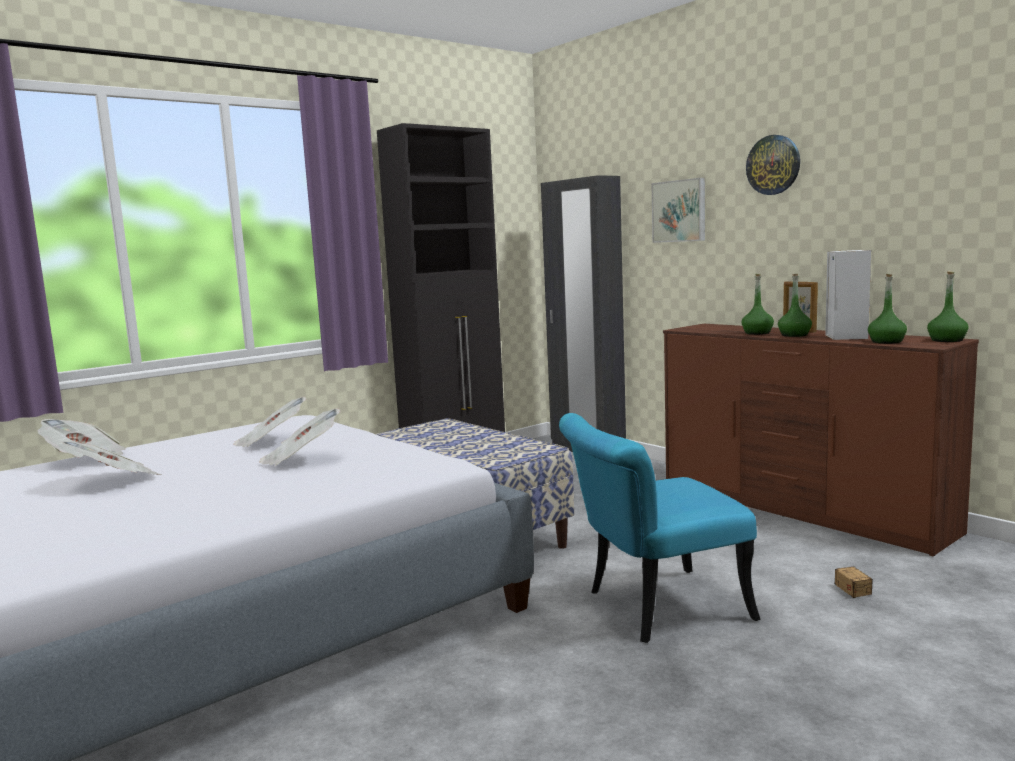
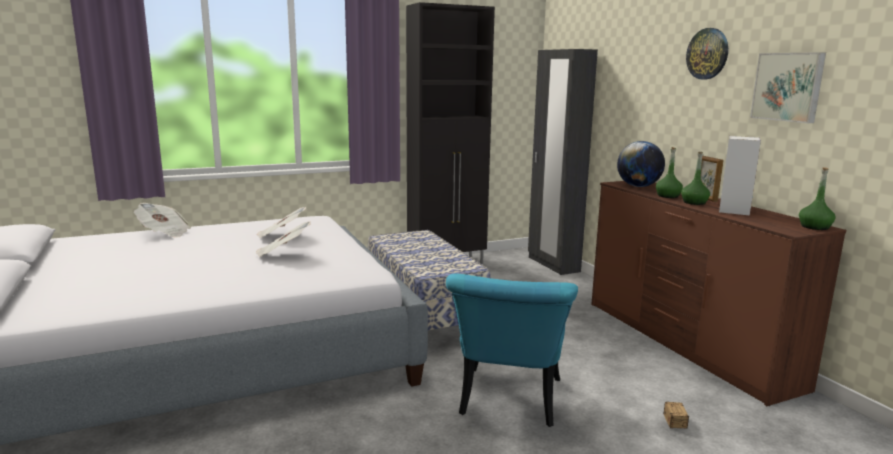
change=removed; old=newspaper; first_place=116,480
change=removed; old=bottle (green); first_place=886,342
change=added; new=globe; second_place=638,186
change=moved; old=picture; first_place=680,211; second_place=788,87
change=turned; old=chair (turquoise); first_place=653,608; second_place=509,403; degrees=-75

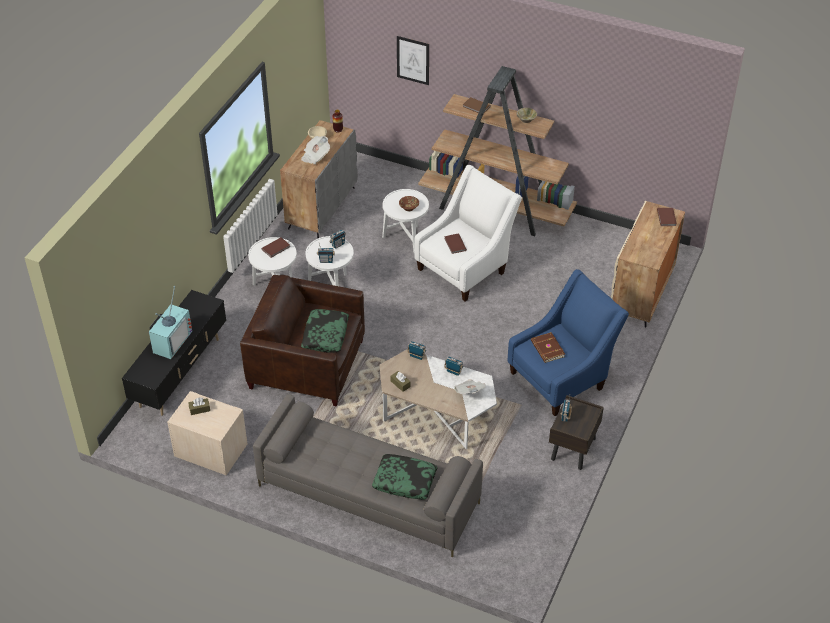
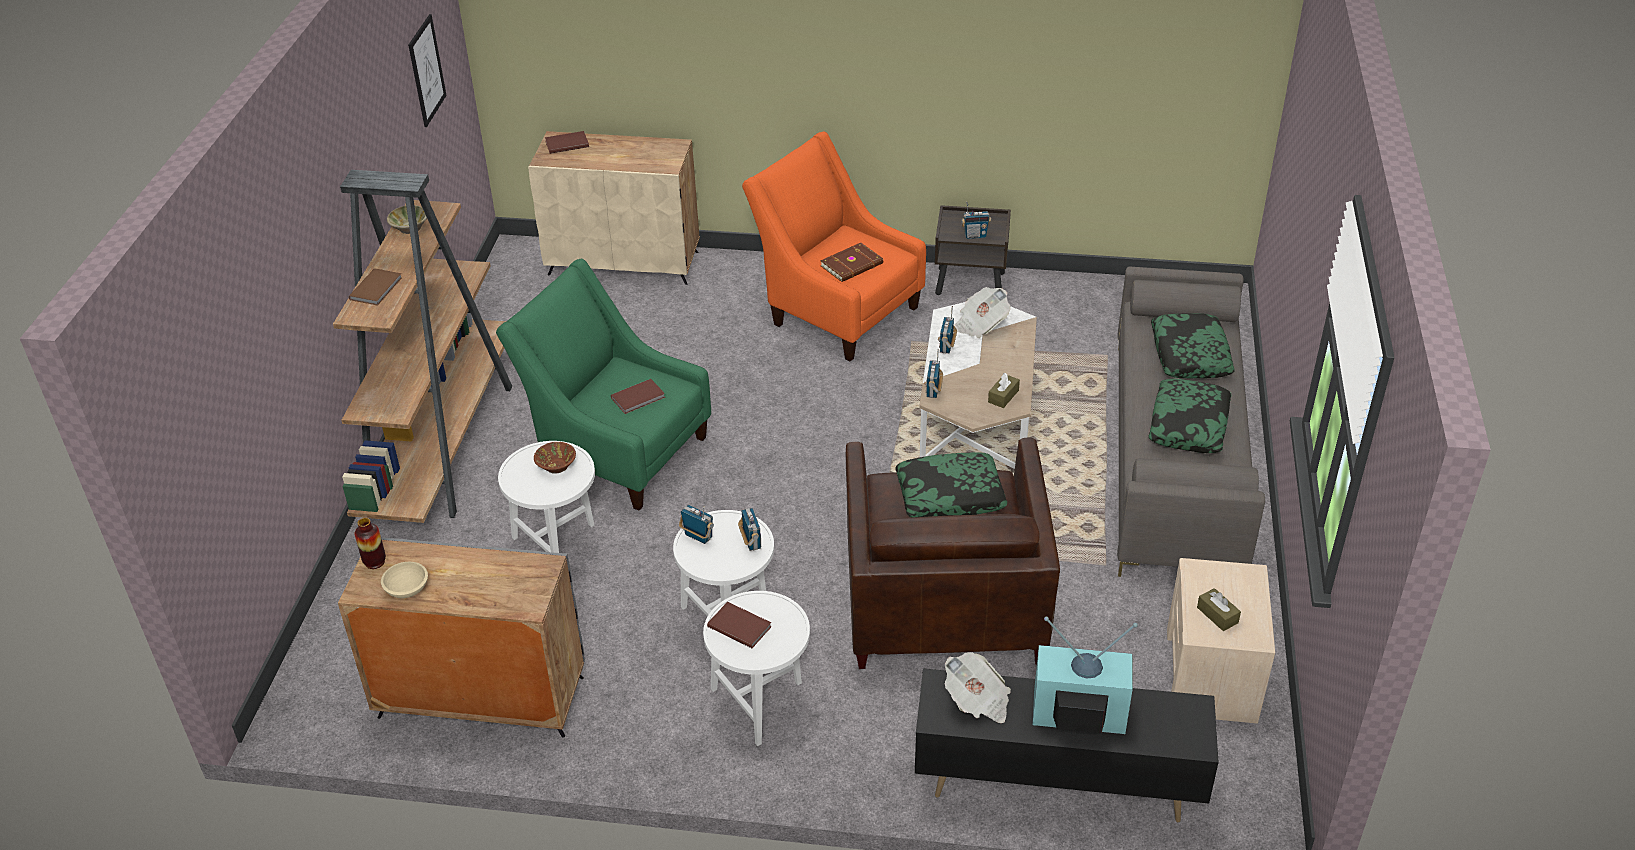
change=added; new=pillow; second_place=1189,425
change=moved; old=newspaper; first_place=315,156; second_place=977,701
change=moved; old=picture; first_place=413,60; second_place=426,70
change=recoloured; old=armchair (white); new=armchair (green); first_place=465,268; second_place=618,452
change=recoloured; old=armchair (blue); new=armchair (orange); first_place=562,377; second_place=837,312

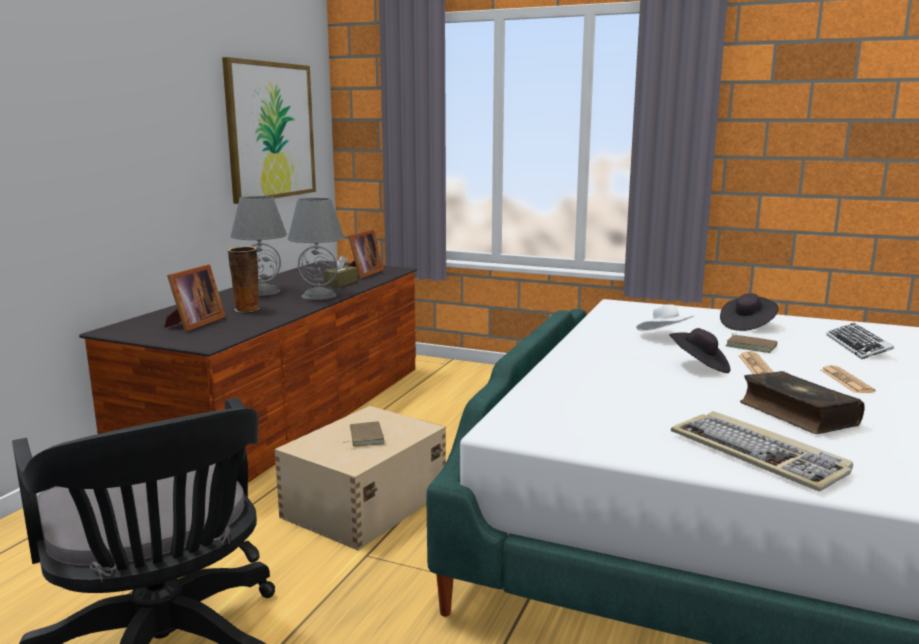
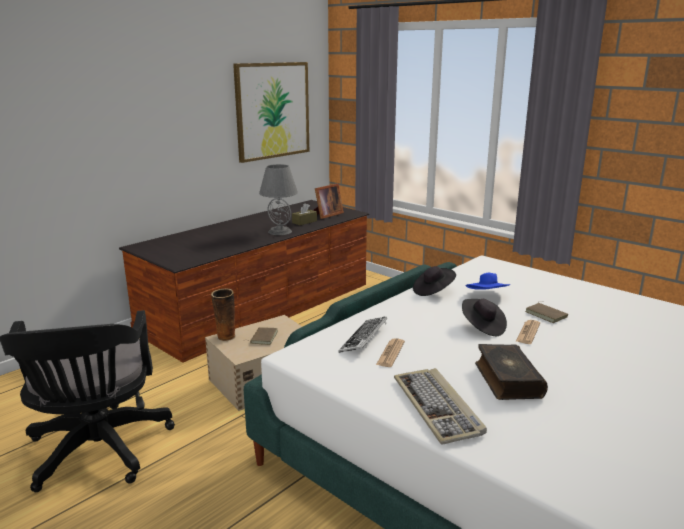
change=removed; old=picture frame; first_place=194,324
change=removed; old=table lamp (grey); first_place=262,292
change=moved; old=vase; first_place=246,309; second_place=225,337
change=moved; old=hat (black); first_place=747,325; second_place=433,291
change=moved; old=newspaper; first_place=846,381; second_place=390,353
change=moved; old=keyboard; first_place=858,346; second_place=364,339
change=recoloured; old=hat (white); new=hat (blue); first_place=664,337; second_place=487,296

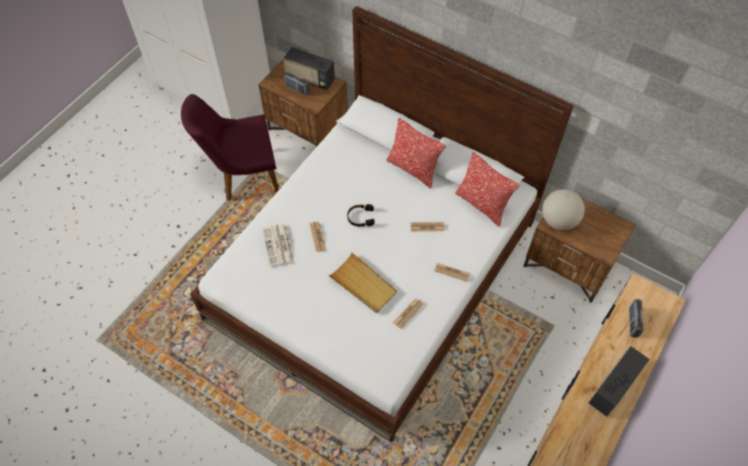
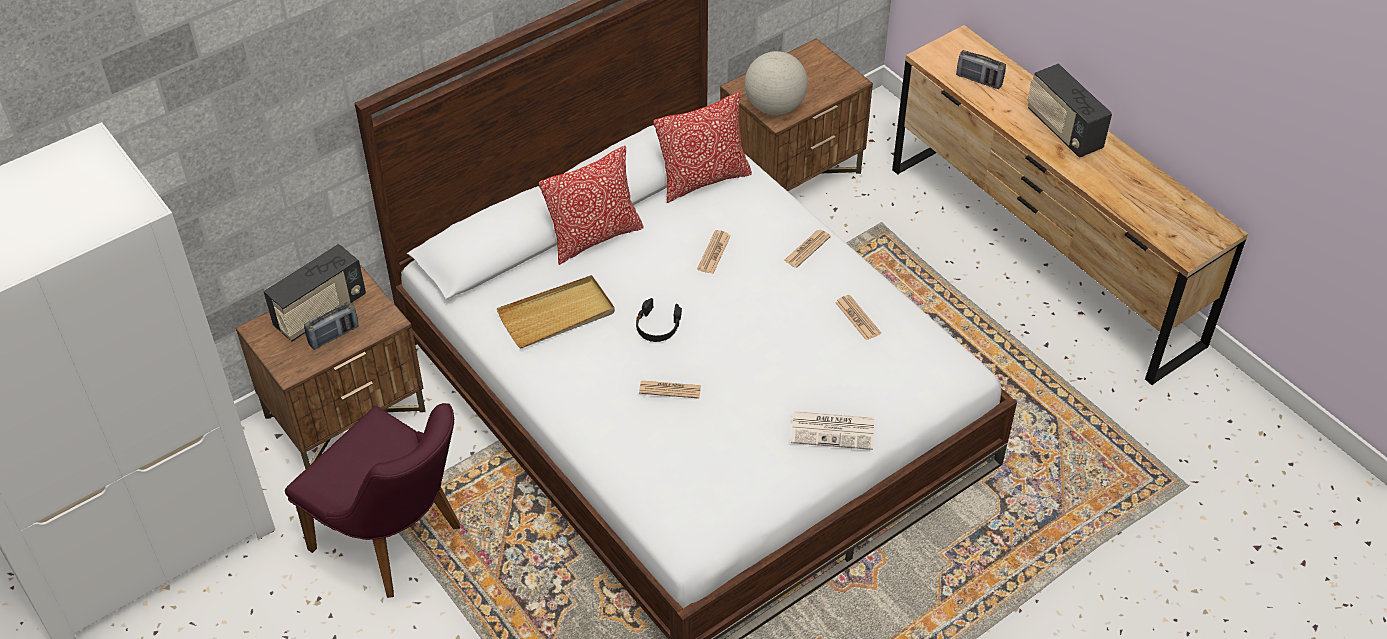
change=moved; old=newspaper; first_place=278,246; second_place=833,430
change=moved; old=tray (beige); first_place=363,285; second_place=557,315
change=turned; old=chair (purple); first_place=242,177; second_place=397,543; degrees=-60

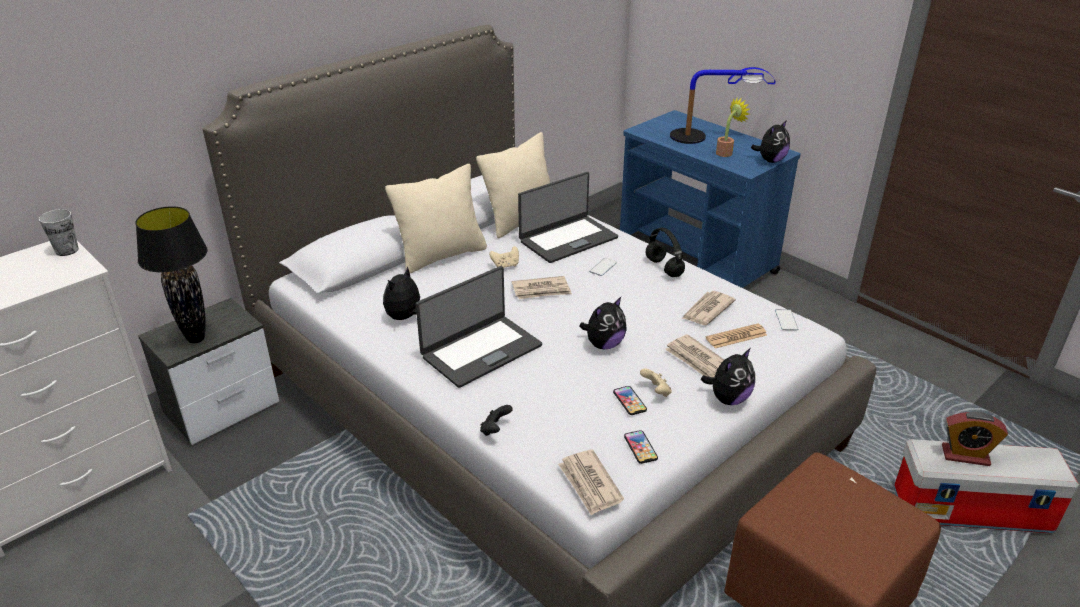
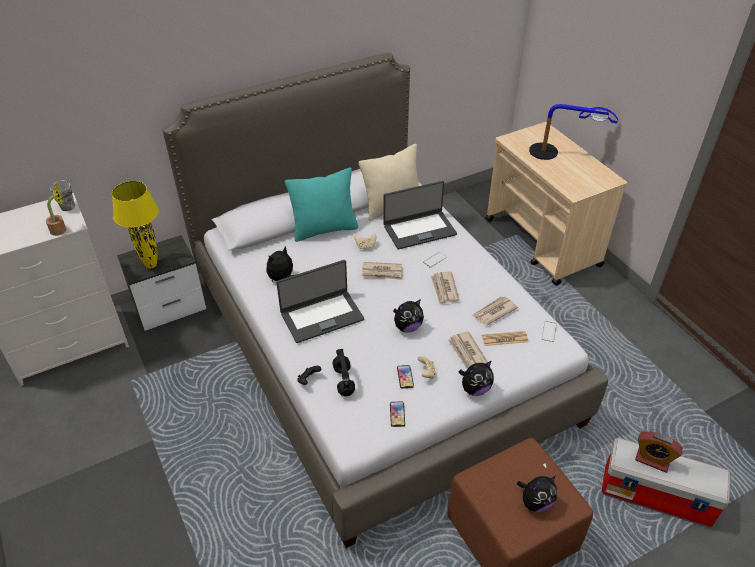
change=moved; old=newspaper; first_place=590,484; second_place=444,289
change=moved; old=headphones (black); first_place=664,268; second_place=344,381
change=moved; old=potted plant; first_place=726,152; second_place=62,229
change=moved; old=plush toy; first_place=770,160; second_place=535,502
change=recoloured; old=table lamp (black); new=table lamp (yellow); first_place=196,339; second_place=151,265
change=recoloured; old=pillow (beige); new=pillow (turquoise); first_place=441,255; second_place=324,229
change=recoloured; old=cart (blue); new=cart (beige); first_place=697,260; second_place=542,243

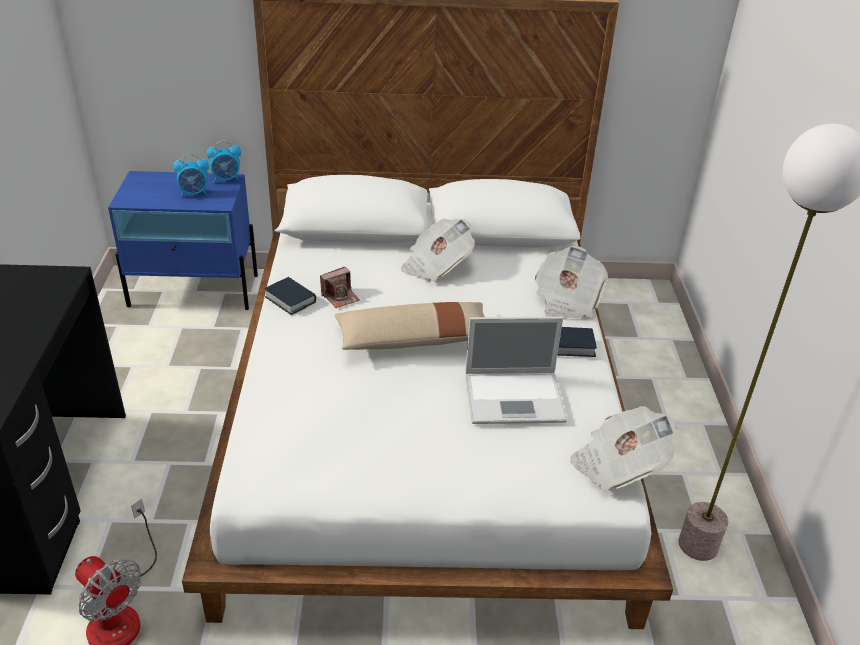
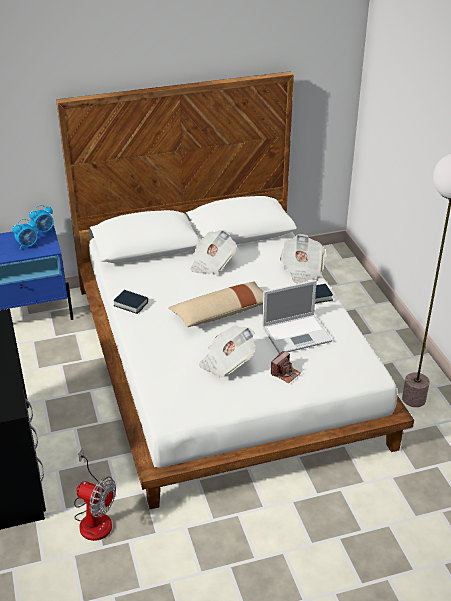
change=moved; old=photo camera; first_place=340,297; second_place=285,373
change=moved; old=newspaper; first_place=618,465; second_place=227,362

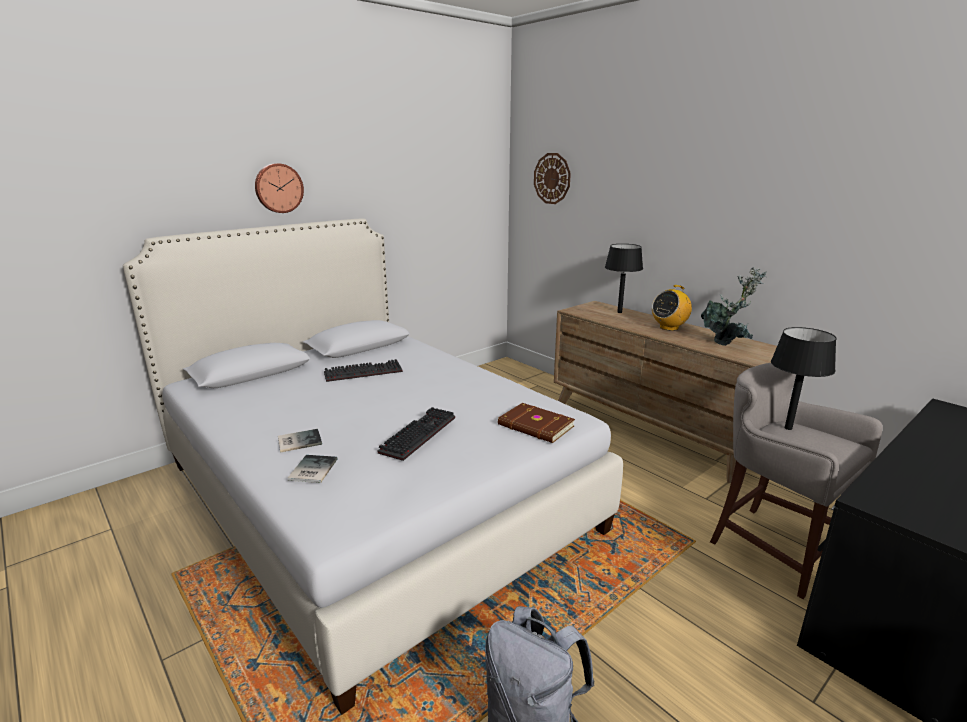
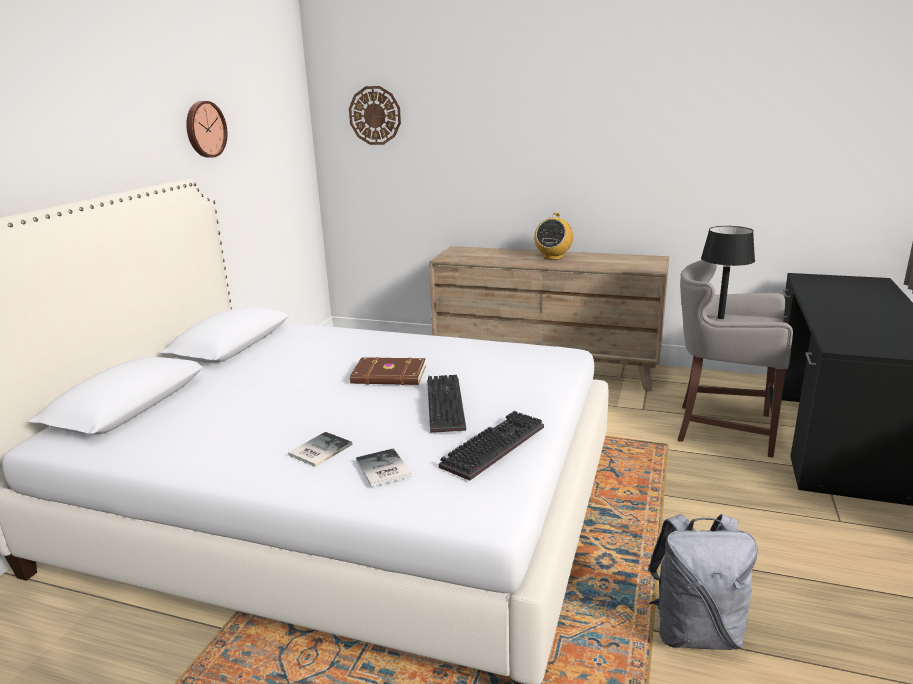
change=removed; old=table lamp (black); first_place=619,312
change=removed; old=potted plant; first_place=726,343
change=moved; old=wall clock; first_place=278,188; second_place=204,129
change=moved; old=keyboard; first_place=364,372; second_place=493,445
change=moved; old=book (brown); first_place=535,426; second_place=389,375

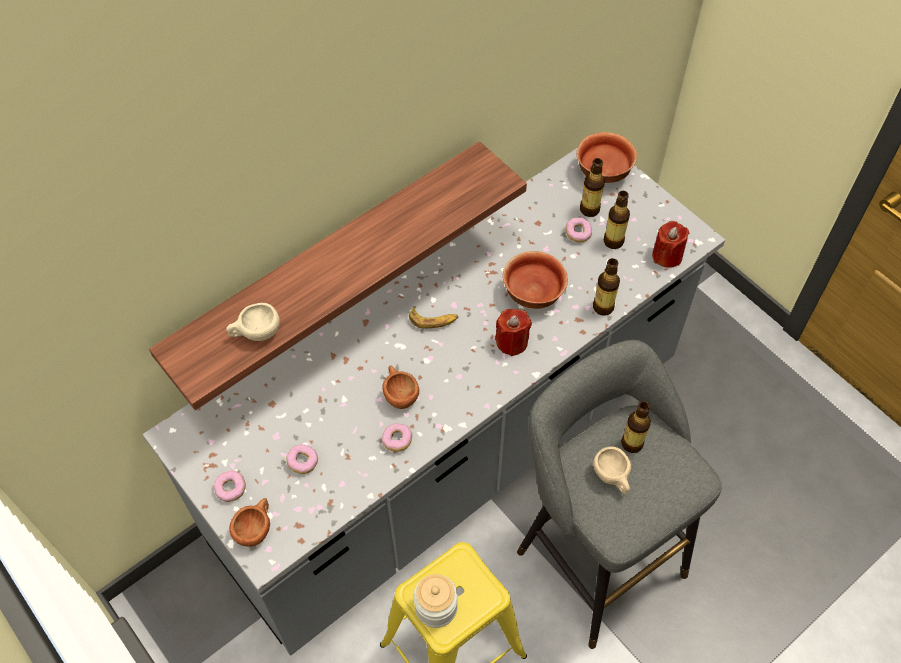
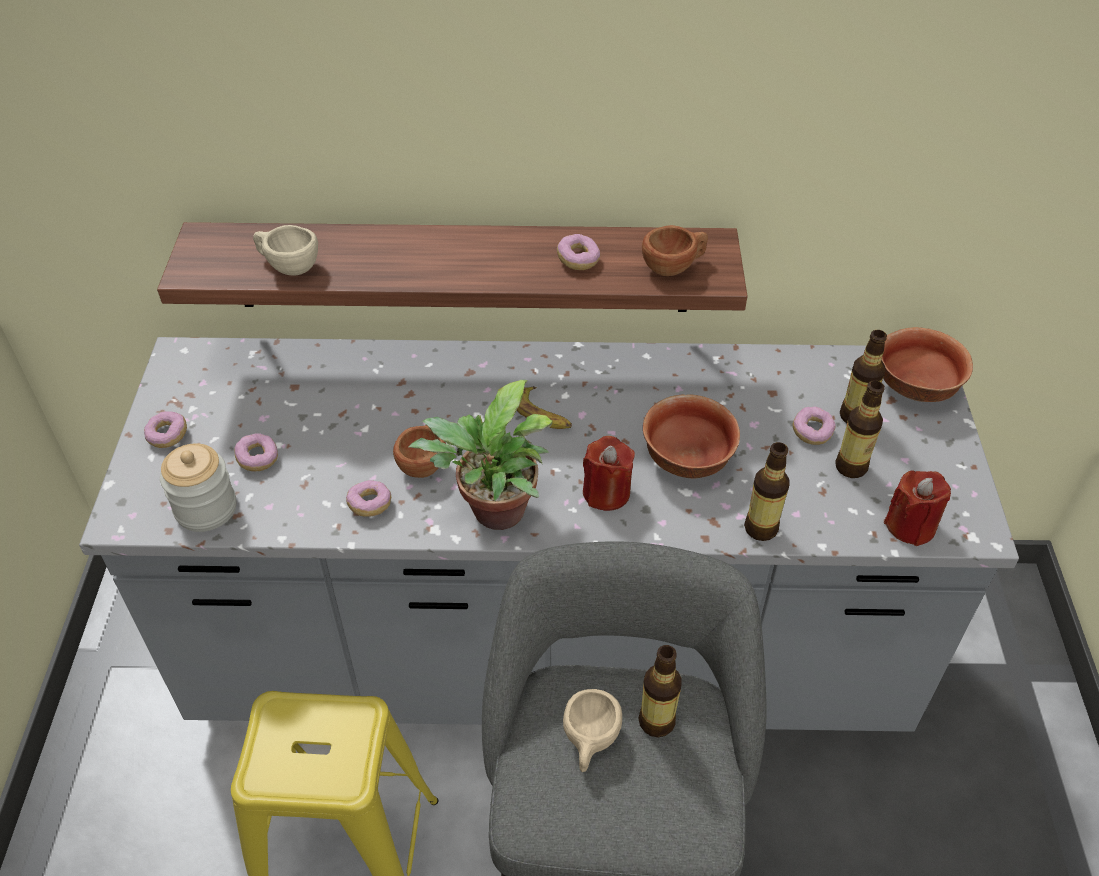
change=added; new=potted plant; second_place=494,515
change=added; new=donut; second_place=578,260
change=moved; old=cup (brown); first_place=256,528; second_place=674,267
change=moved; old=jar; first_place=436,607; second_place=206,508

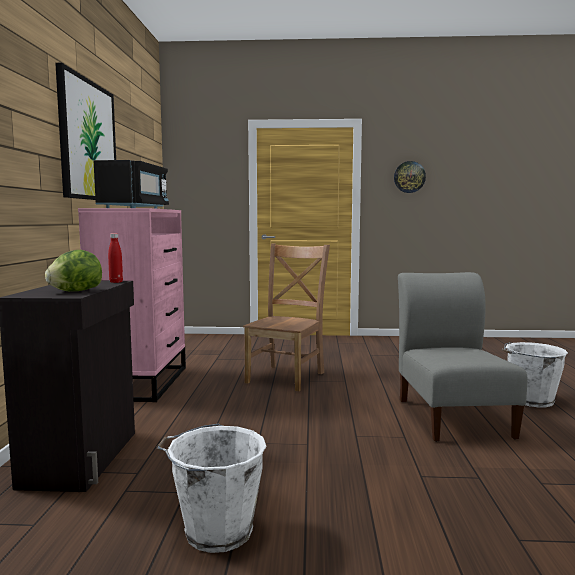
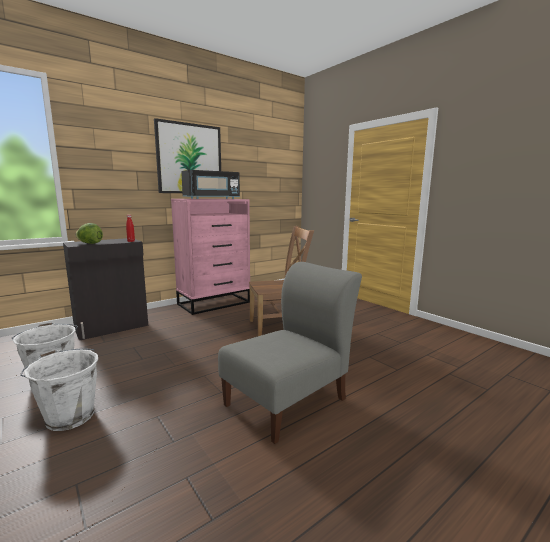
change=removed; old=wall clock; first_place=409,177
change=moved; old=bucket (white); first_place=530,400; second_place=69,416

